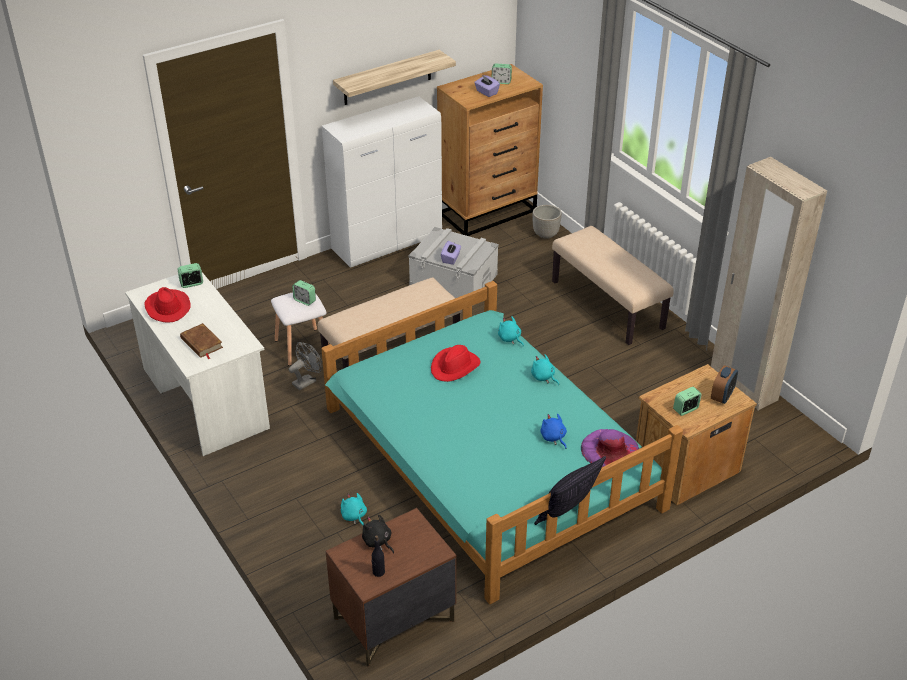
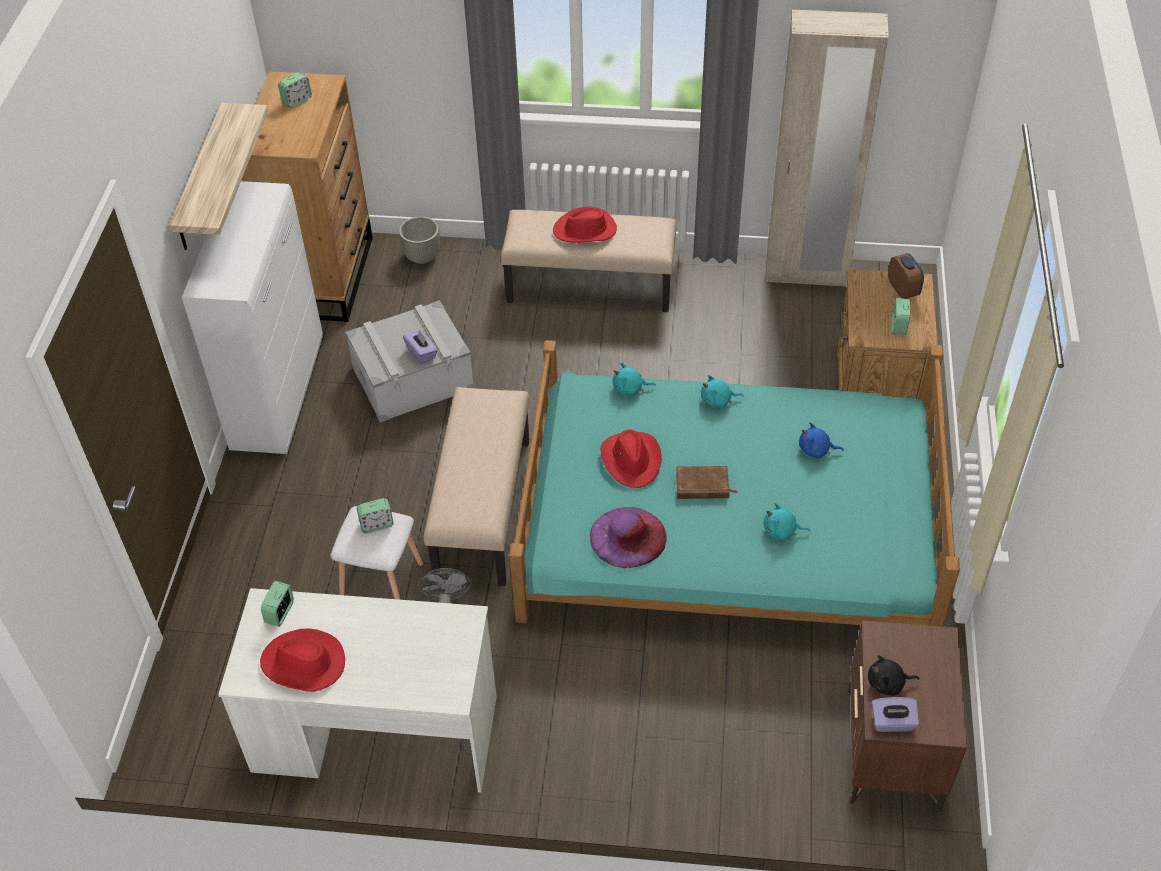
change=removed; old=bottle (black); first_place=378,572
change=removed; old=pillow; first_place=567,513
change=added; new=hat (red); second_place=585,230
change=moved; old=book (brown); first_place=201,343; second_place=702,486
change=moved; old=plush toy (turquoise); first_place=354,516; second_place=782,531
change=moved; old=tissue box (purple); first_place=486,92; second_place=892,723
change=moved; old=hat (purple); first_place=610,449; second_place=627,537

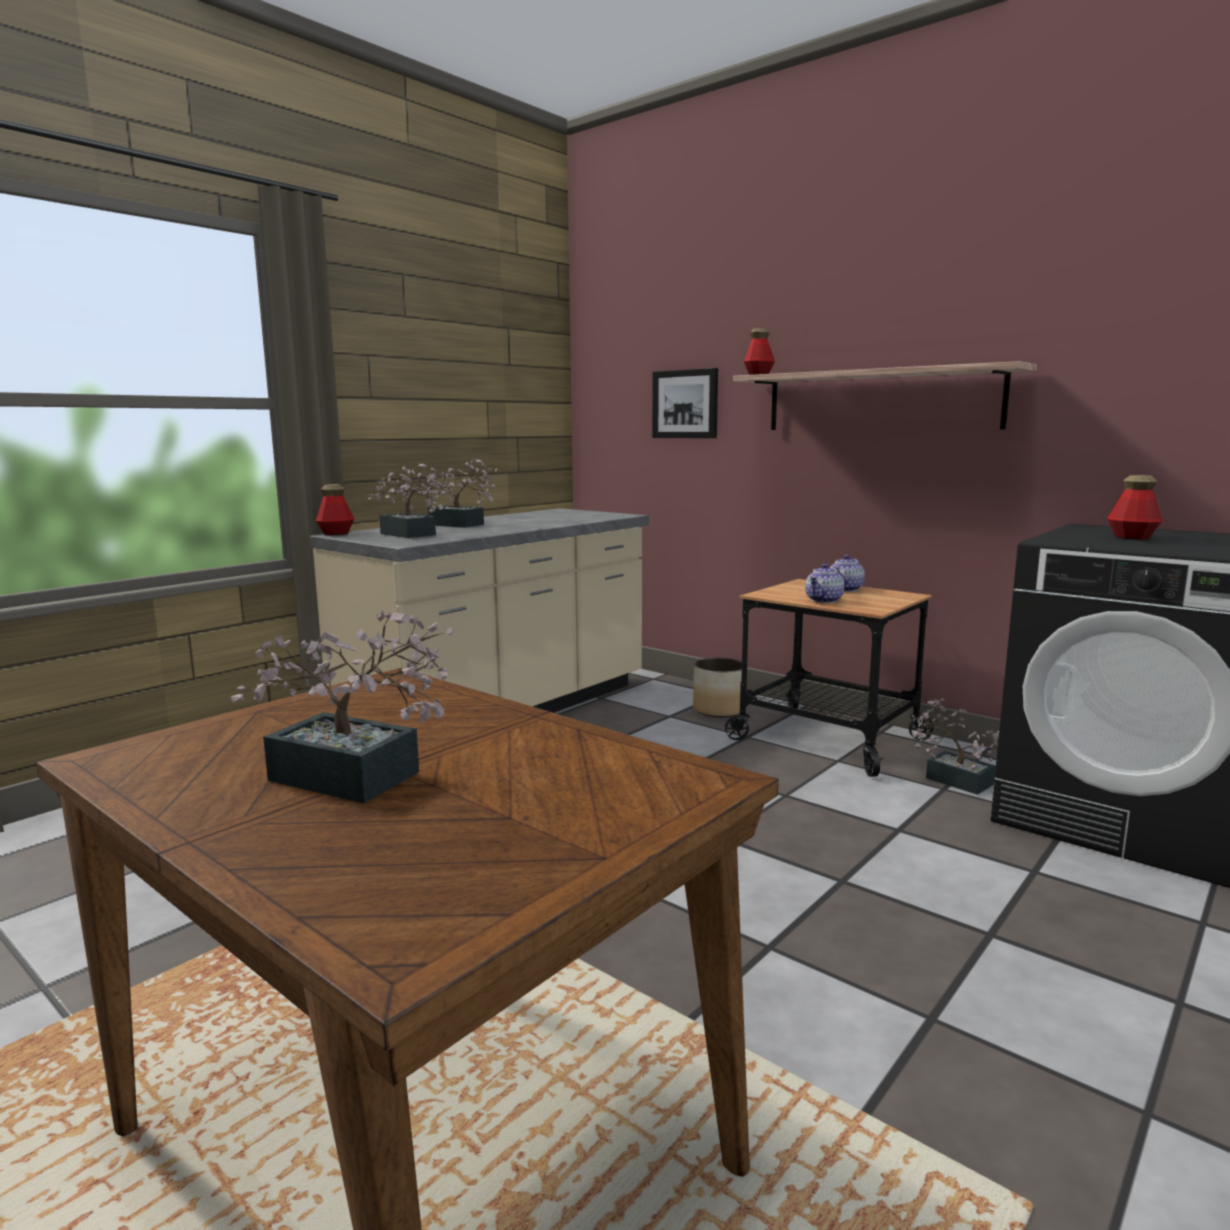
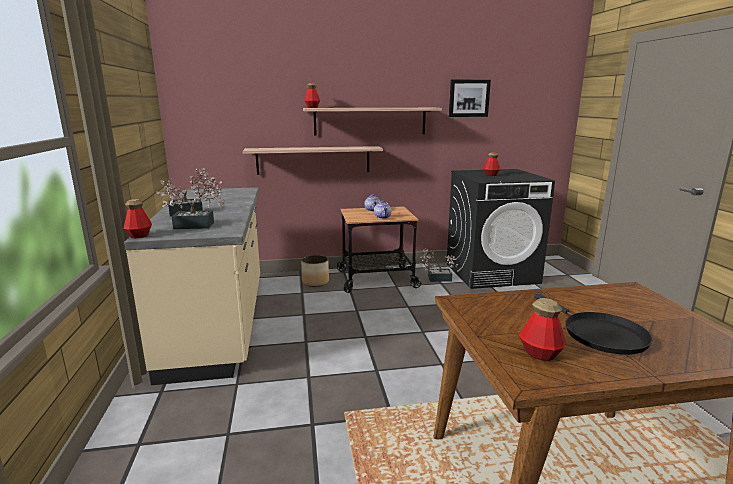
change=added; new=shelf; second_place=313,160
change=added; new=bottle; second_place=540,353
change=moved; old=picture; first_place=685,404; second_place=469,98
change=replaced; old=potted plant; new=frying pan (black); first_place=356,780; second_place=599,334

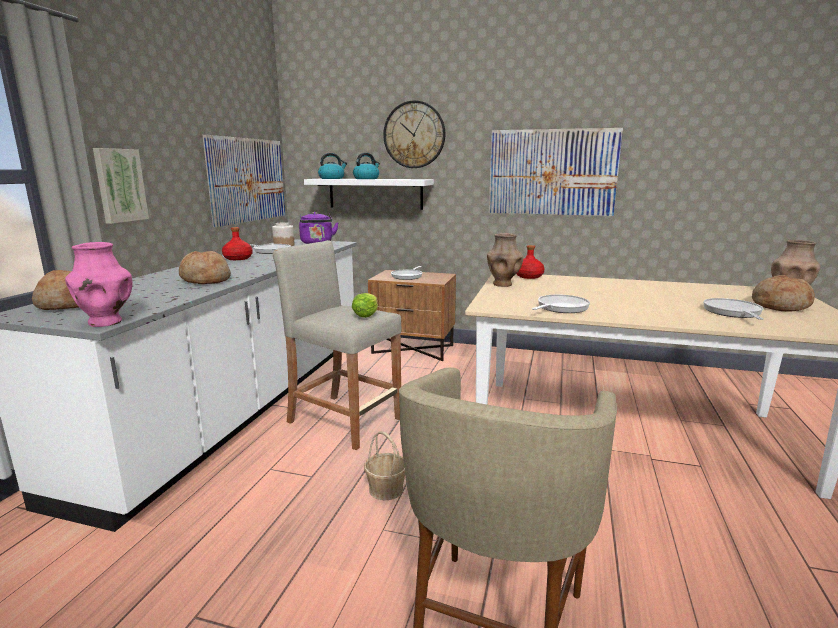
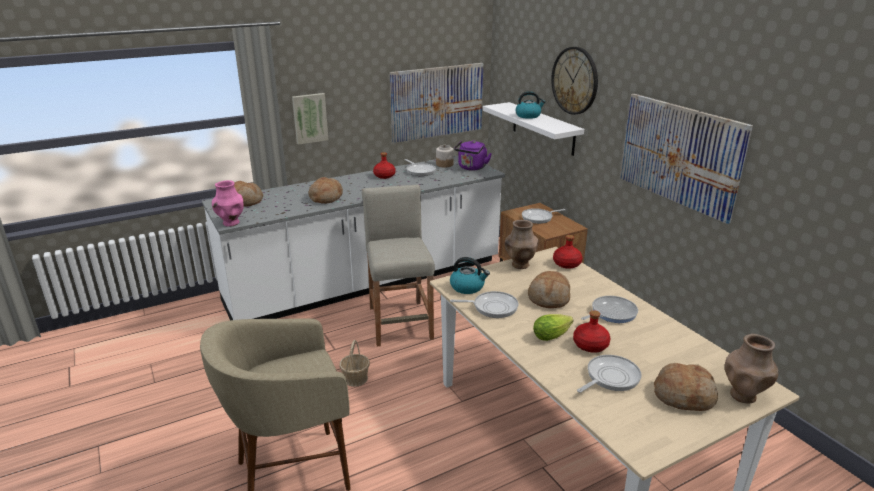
change=added; new=bread; second_place=549,298
change=added; new=bottle (red); second_place=591,345
change=added; new=frying pan; second_place=611,313
change=moved; old=kettle; first_place=332,178; second_place=468,287
change=moved; old=lettuce; first_place=367,314; second_place=553,334

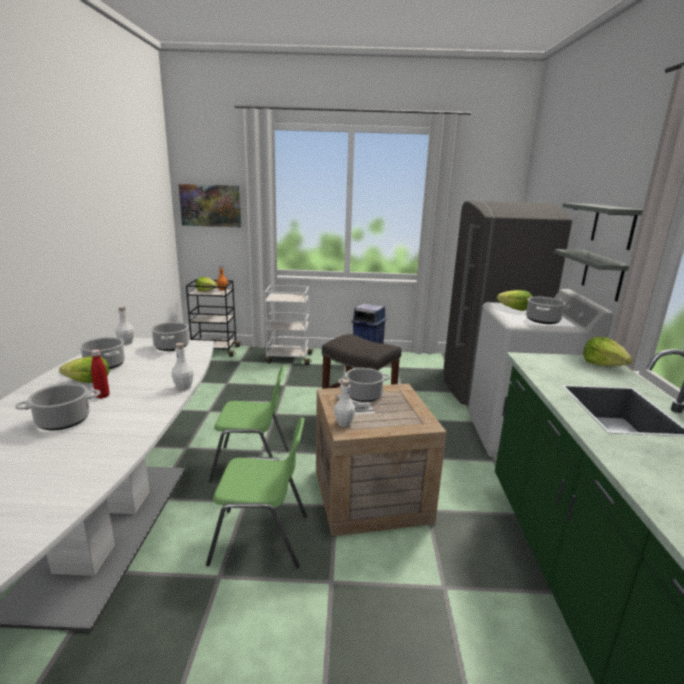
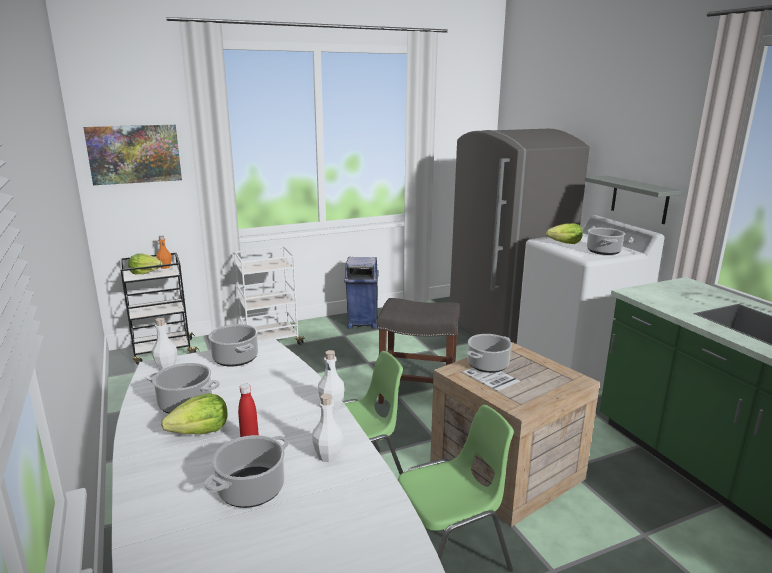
change=removed; old=shelf (grey); first_place=613,225
change=removed; old=lettuce; first_place=603,364
change=moved; old=bottle (white); first_place=344,423; second_place=328,456

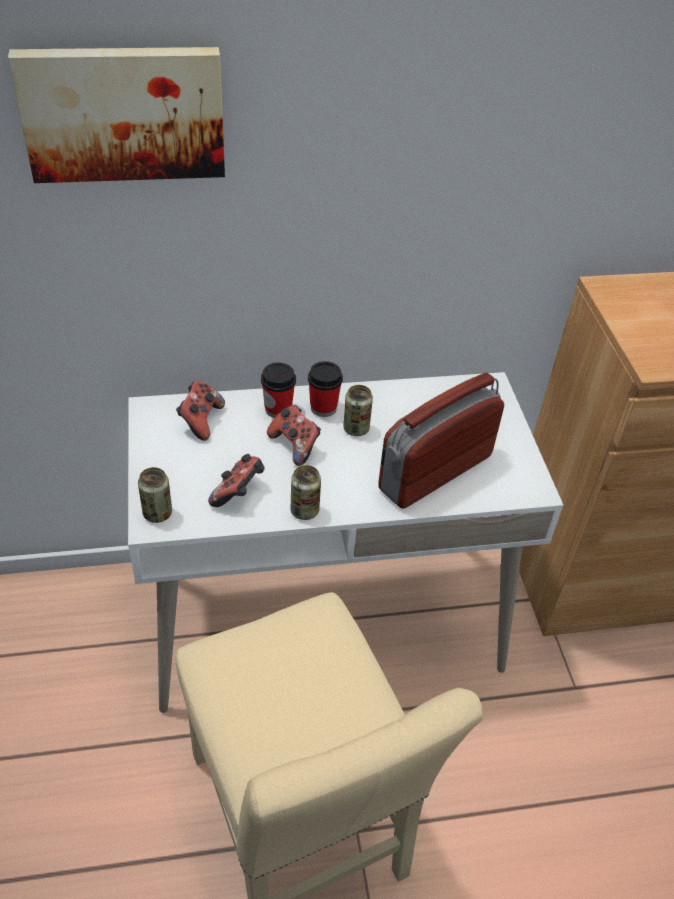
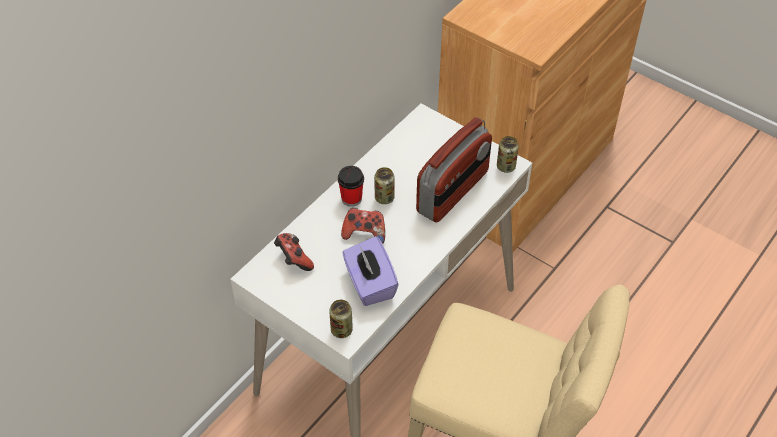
change=removed; old=picture; first_place=123,112
change=removed; old=cup; first_place=278,409
change=moved; old=can; first_place=304,510; second_place=506,166
change=replaced; old=game controller; new=tissue box (purple); first_place=239,493; second_place=369,284
change=turned; old=radio; first_place=434,472; second_place=453,192; degrees=-150

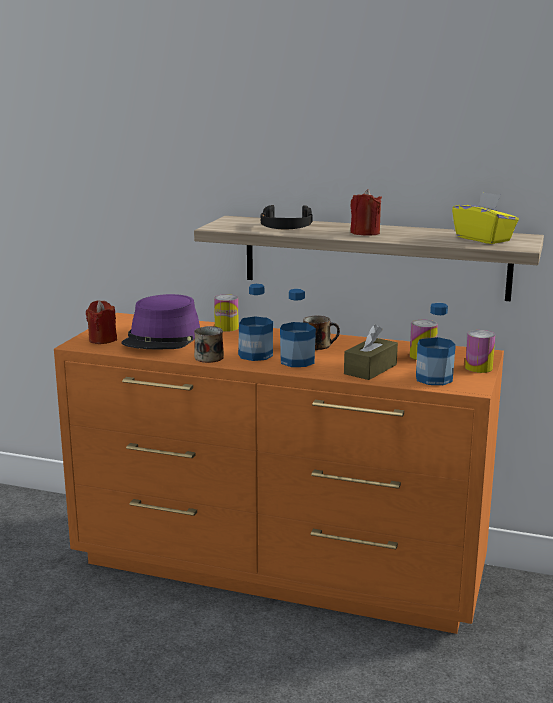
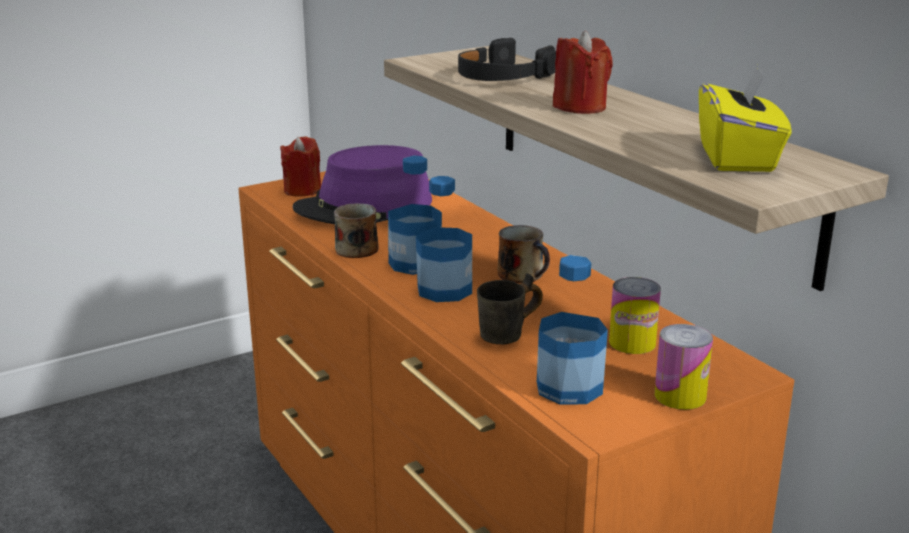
change=removed; old=can; first_place=226,328
change=replaced; old=tissue box (brown); new=mug (grey); first_place=370,369; second_place=511,337

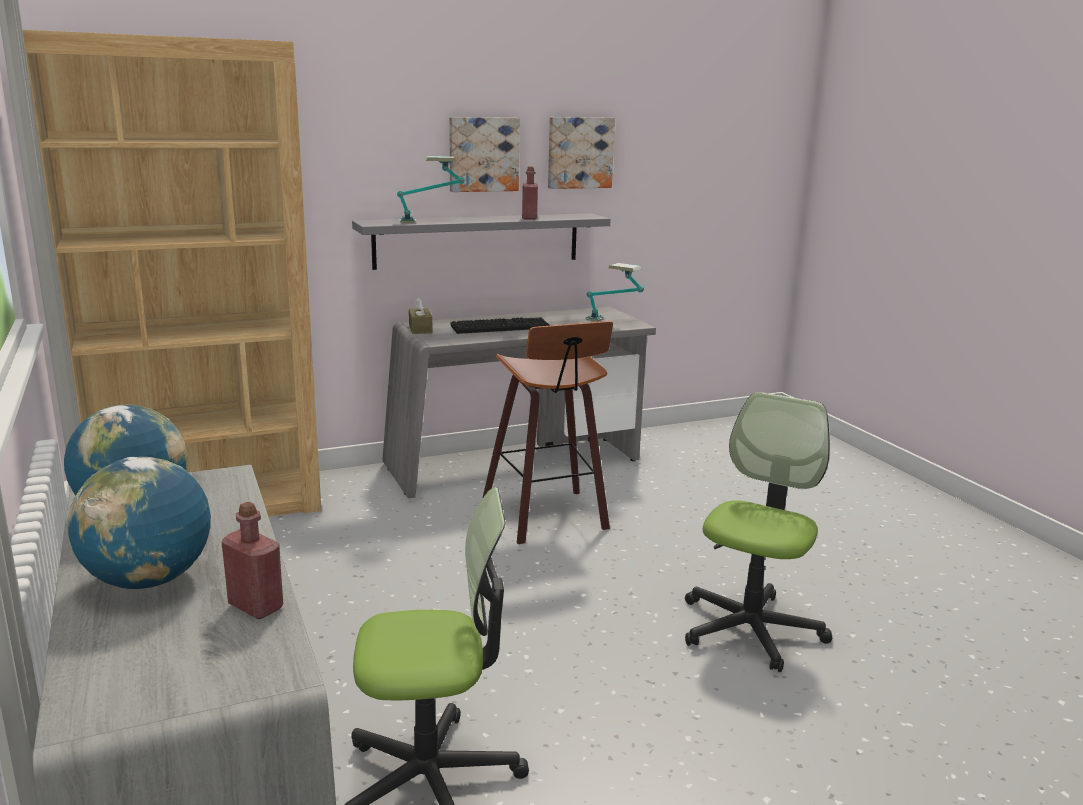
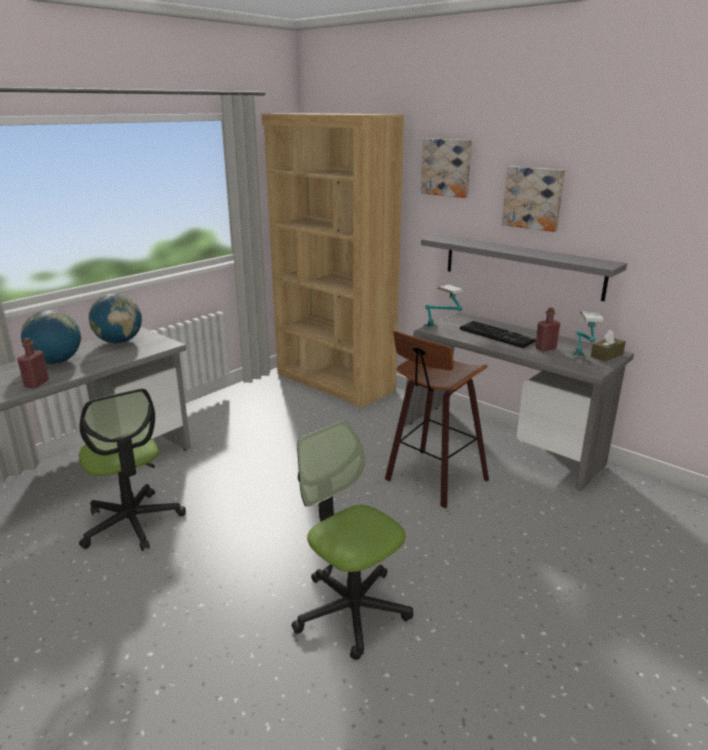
change=moved; old=table lamp; first_place=431,222; second_place=442,332
change=moved; old=tissue box (brown); first_place=420,328; second_place=607,355
change=moved; old=bottle (red); first_place=529,218; second_place=545,348
change=moved; old=picture; first_place=579,152; second_place=447,167
change=turned; old=office chair; first_place=750,629; second_place=351,610; degrees=-135

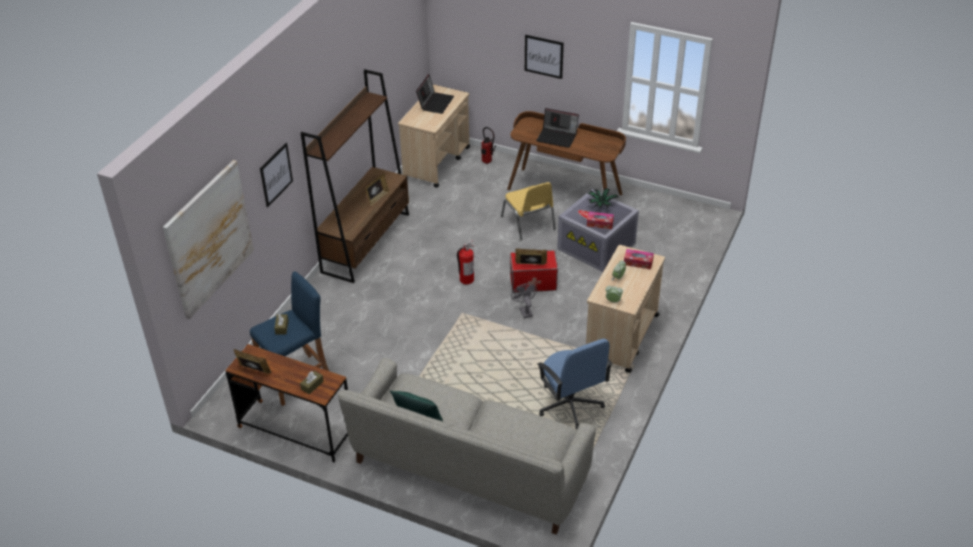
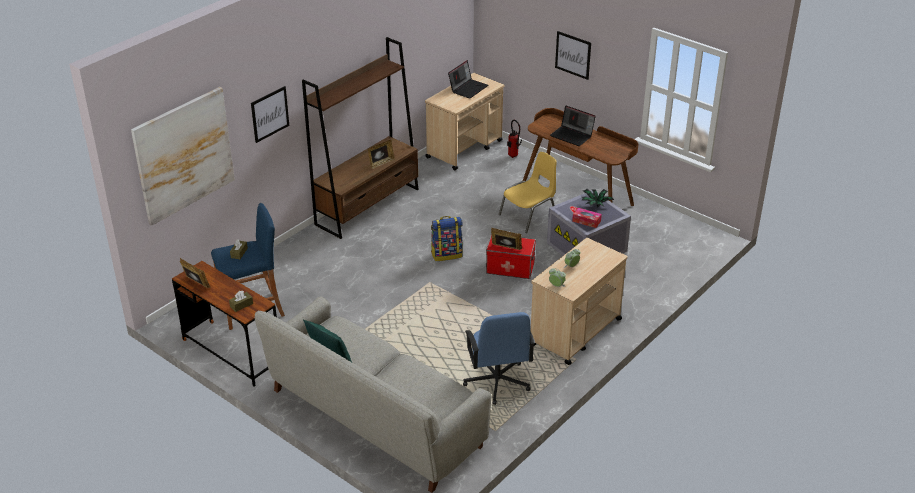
change=removed; old=fan (grey); first_place=524,310
change=removed; old=tissue box; first_place=638,262
change=replaced; old=fire extinguisher; new=backpack; first_place=466,279; second_place=447,254
change=turned; old=chair (yellow); first_place=529,223; second_place=529,216; degrees=-120

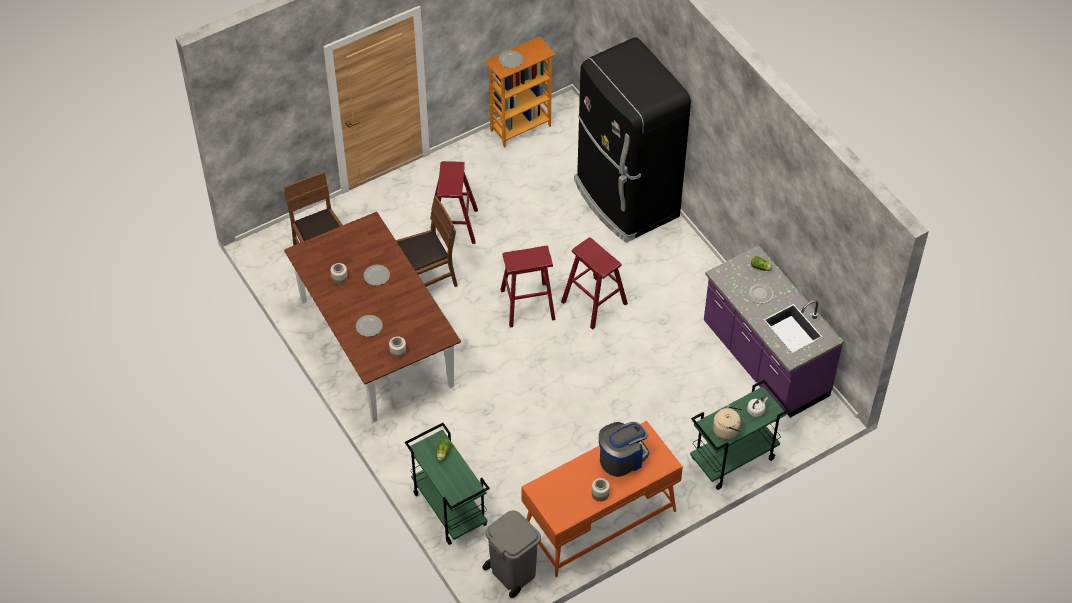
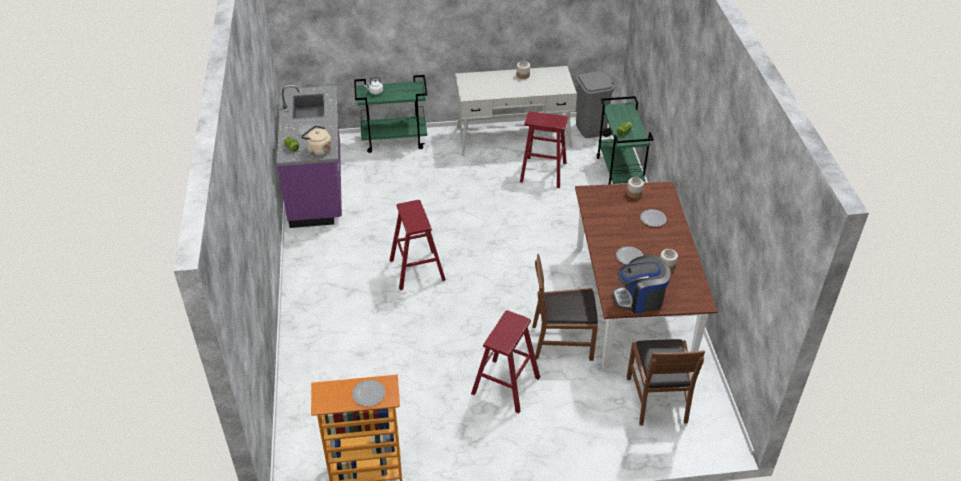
change=removed; old=fridge (black); first_place=625,200
change=moved; old=stool (red); first_place=527,304; second_place=543,172
change=moved; old=coffee machine; first_place=622,458; second_place=640,299
change=moved; old=kettle (beige); first_place=728,430; second_place=318,150
change=recoloured; old=desk (orange); new=desk (white); first_place=599,520; second_place=513,137

